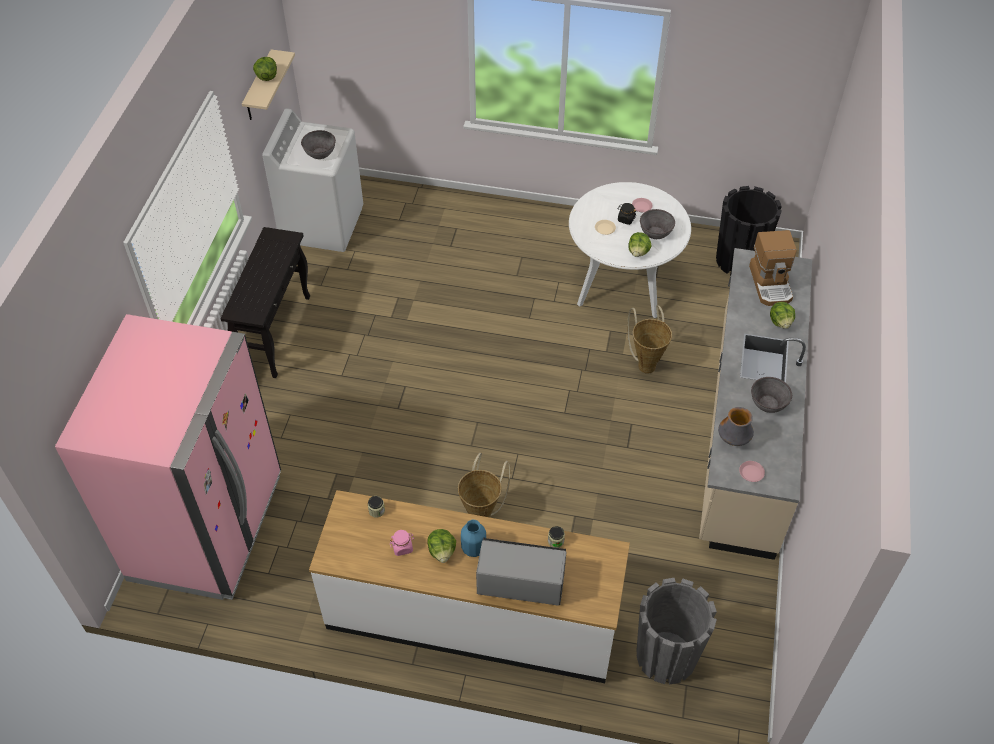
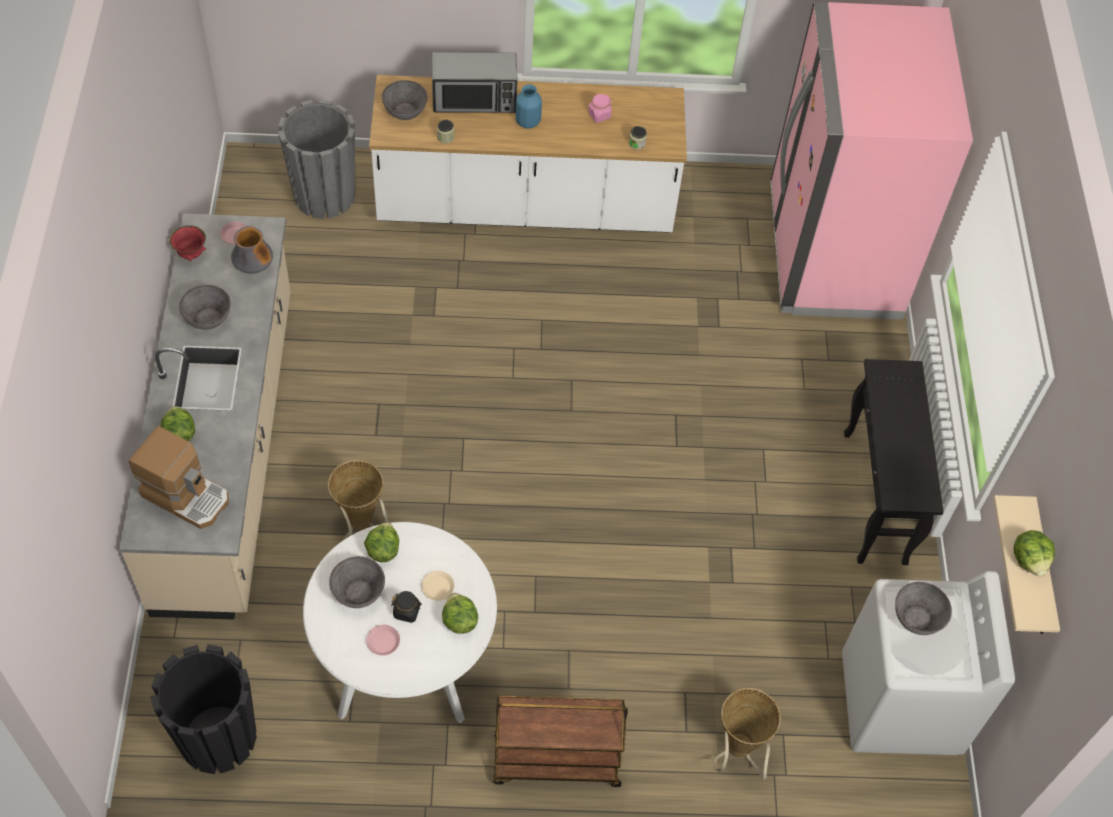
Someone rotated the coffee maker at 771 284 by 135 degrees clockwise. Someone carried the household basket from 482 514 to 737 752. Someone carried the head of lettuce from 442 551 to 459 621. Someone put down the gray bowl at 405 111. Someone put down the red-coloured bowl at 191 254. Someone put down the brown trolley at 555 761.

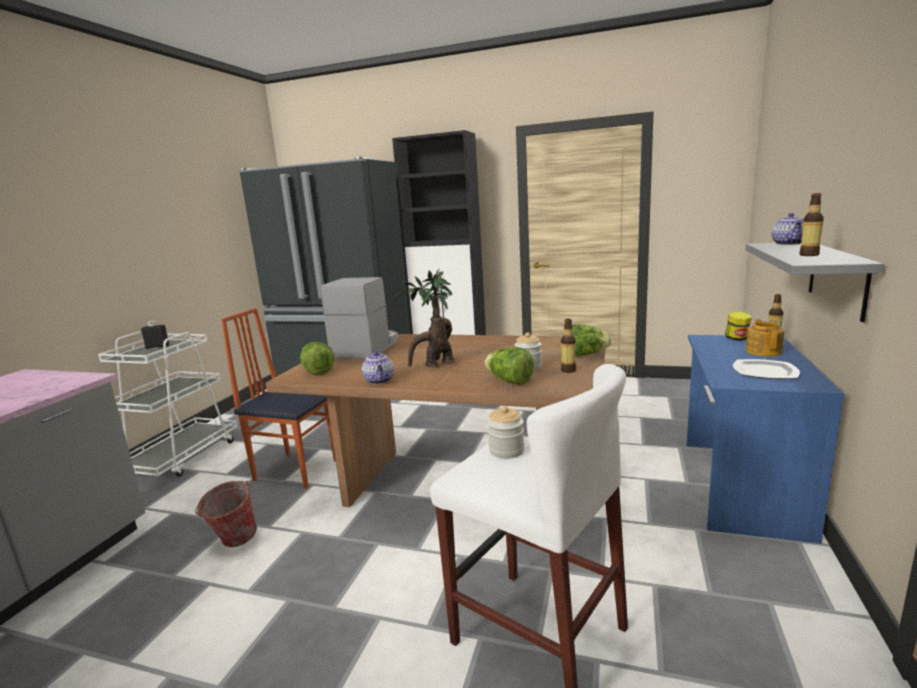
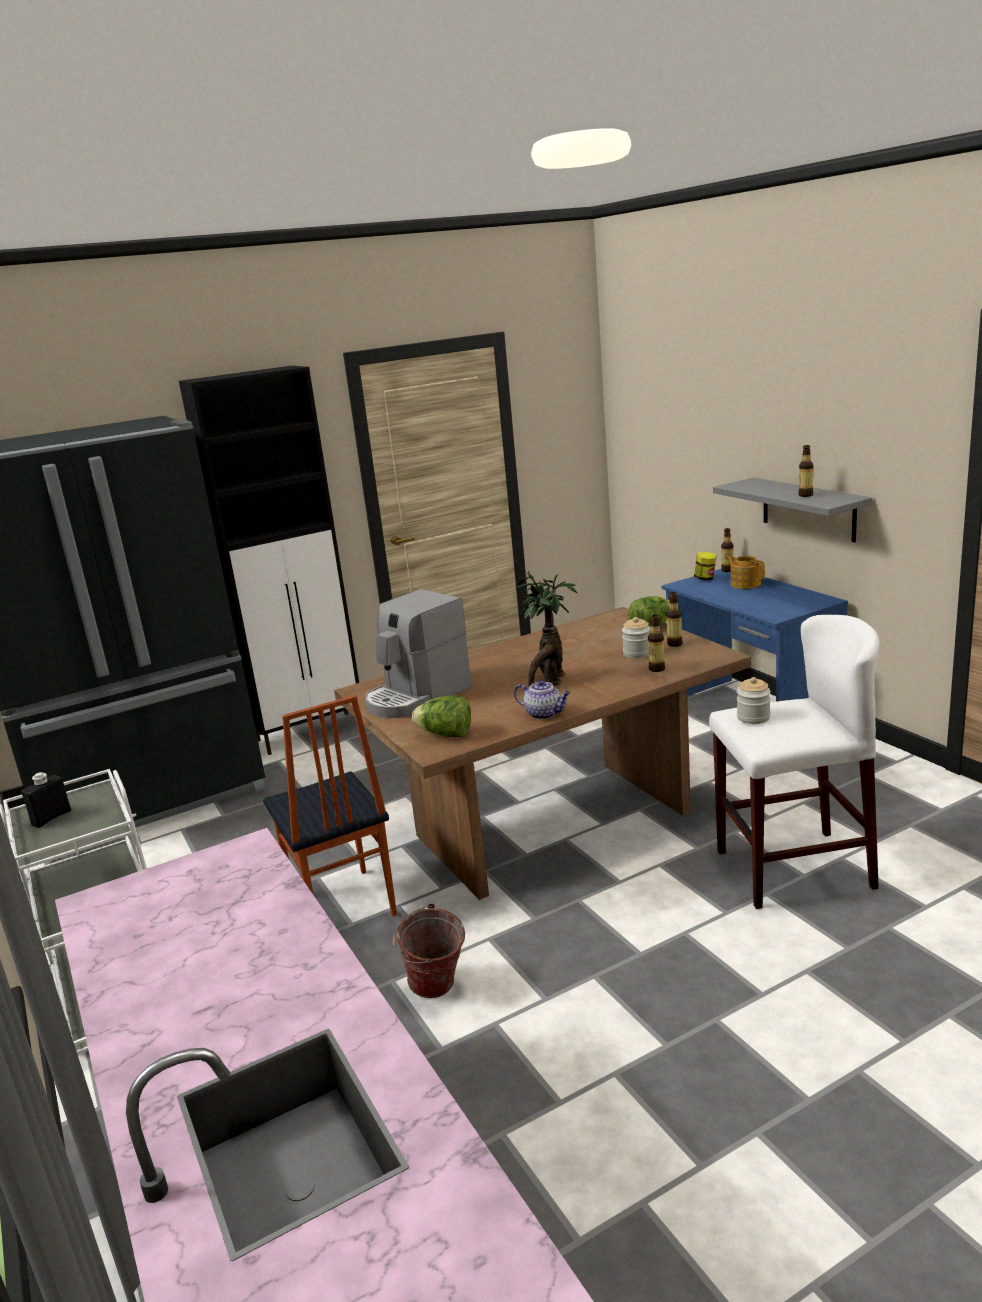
Someone took away the teapot at 789 244. Someone rotated the coffee maker at 367 348 by 105 degrees counterclockwise. Someone rotated the upright chair at 296 469 by 90 degrees counterclockwise. Someone swapped the head of lettuce at 509 381 for the drink bottle at 657 669. Someone took away the plate at 764 371.

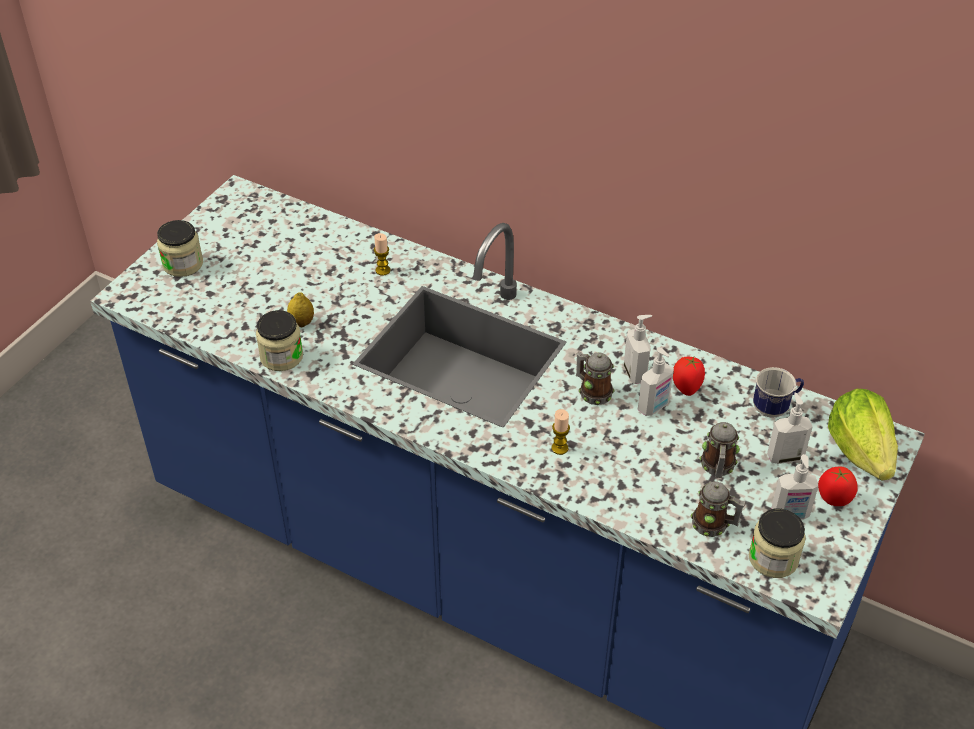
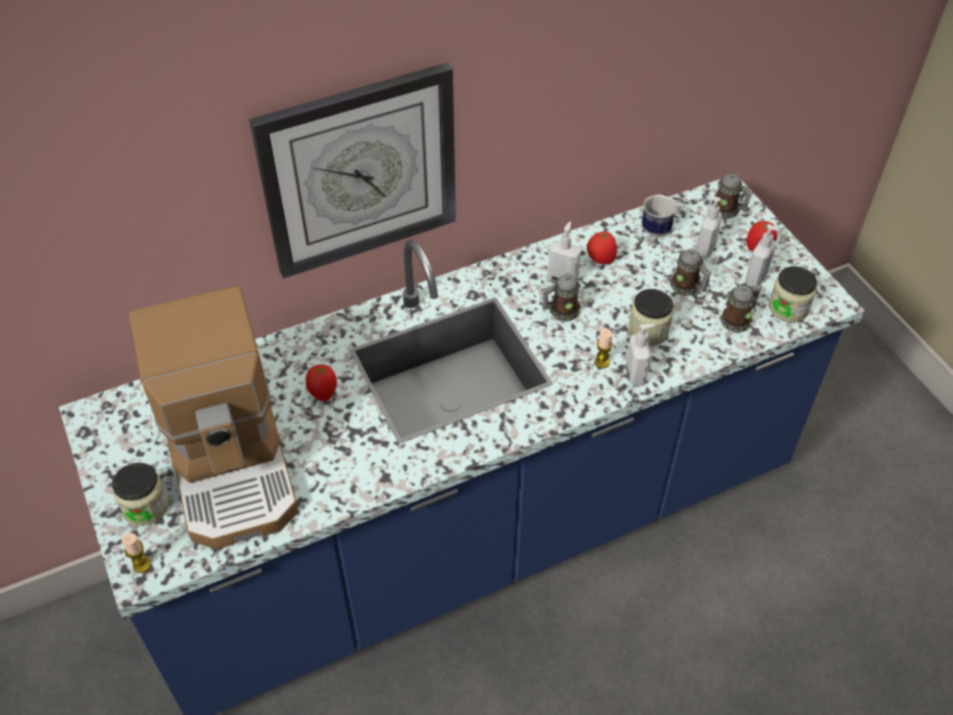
Someone carried the wax candle from 383 270 to 142 565. Someone took away the whole lemon at 302 323. Someone carried the jar from 281 356 to 648 331. Someone carried the soap dispenser from 654 407 to 636 375. Someone swapped the head of lettuce at 860 451 for the tea mug at 728 211. Someone put up the hanging clock at 359 171. Someone put down the coffee maker at 233 462. Someone put down the whole tomato at 323 393.

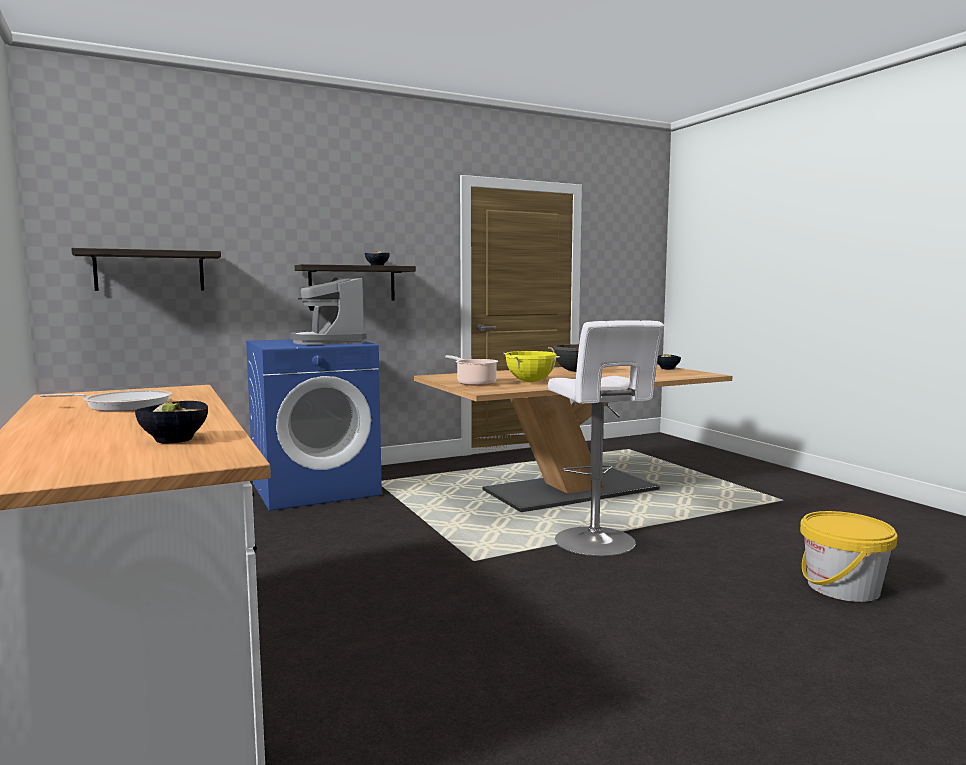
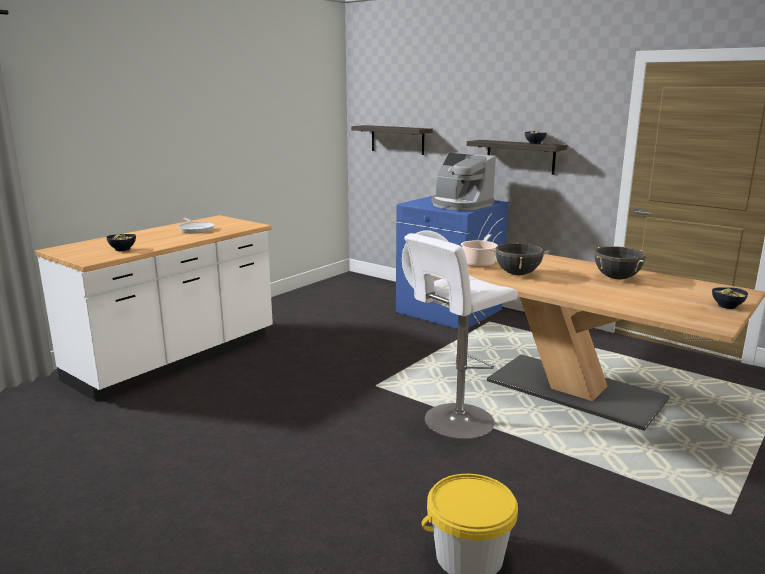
Someone rotated the coffee maker at 329 342 by 90 degrees counterclockwise. Someone repainted the yellowish saucepot at 530 381, which became the black-coloured saucepot at 517 274.

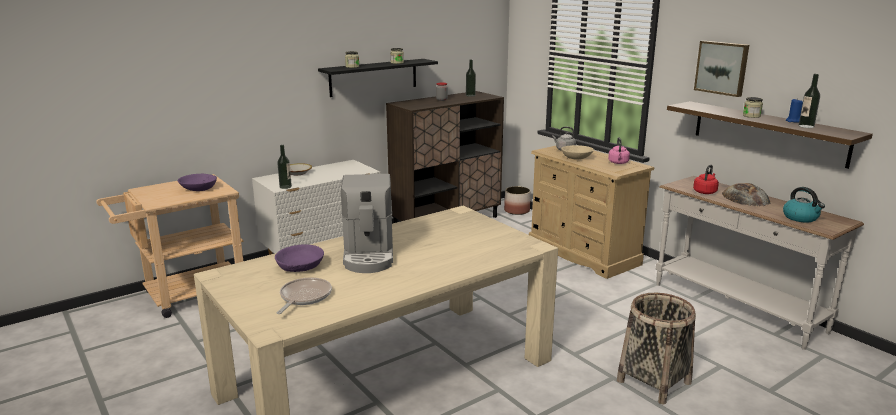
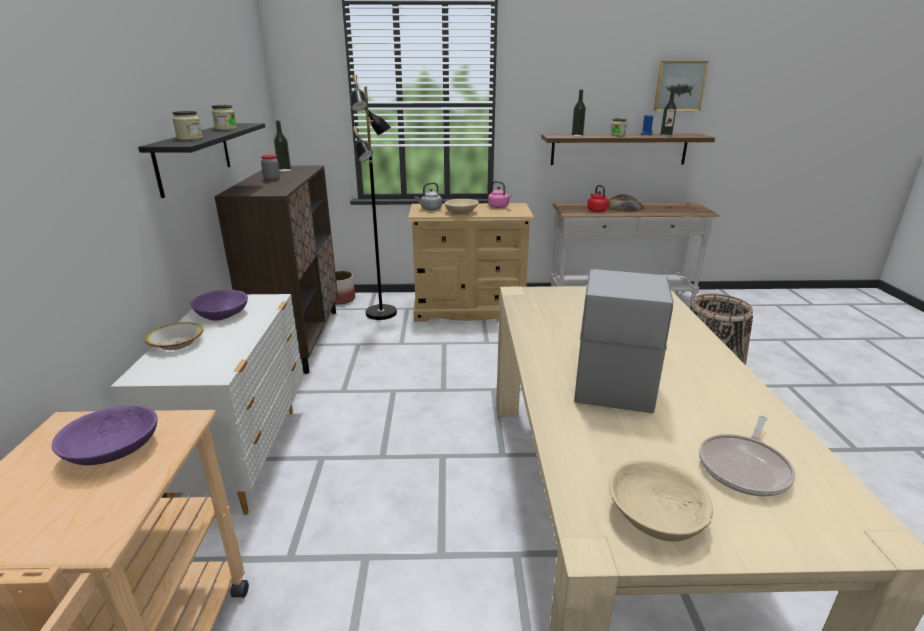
Someone carried the wall art from 722 68 to 679 86. Someone carried the drink bottle from 285 187 to 577 135. Someone rotated the coffee maker at 369 255 by 105 degrees counterclockwise. Someone took away the tea kettle at 801 218. Someone carried the purple-coloured bowl from 300 267 to 222 314. Someone rotated the frying pan at 304 297 by 105 degrees counterclockwise. Someone put down the black-coloured standard lamp at 382 313. Someone put down the beige bowl at 655 515.

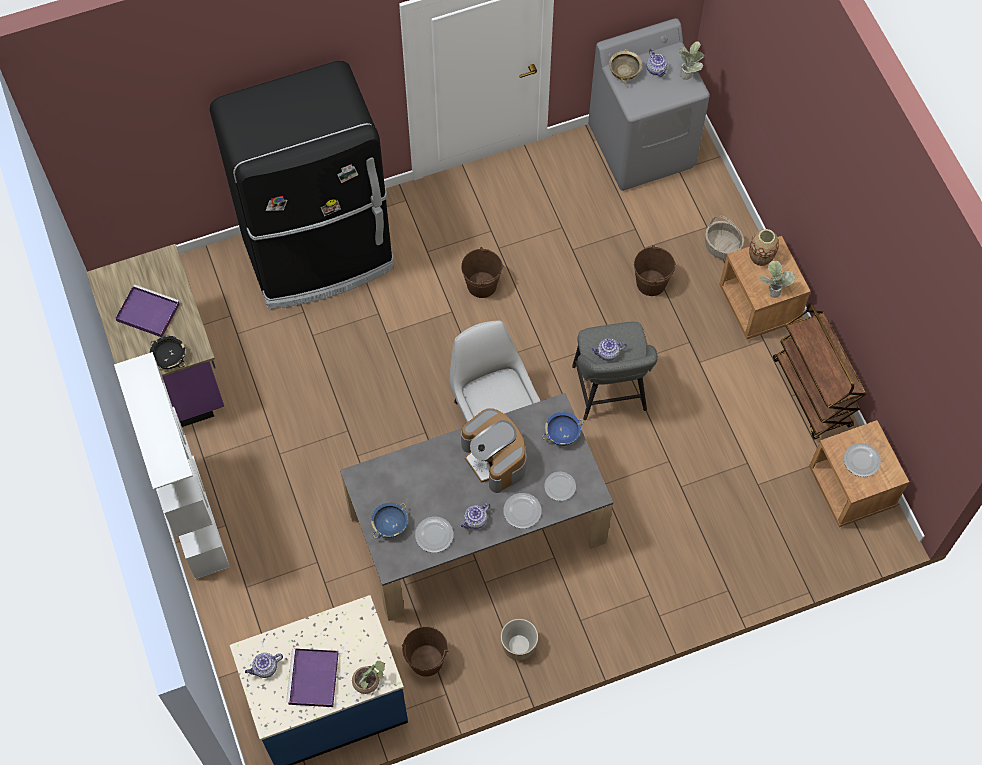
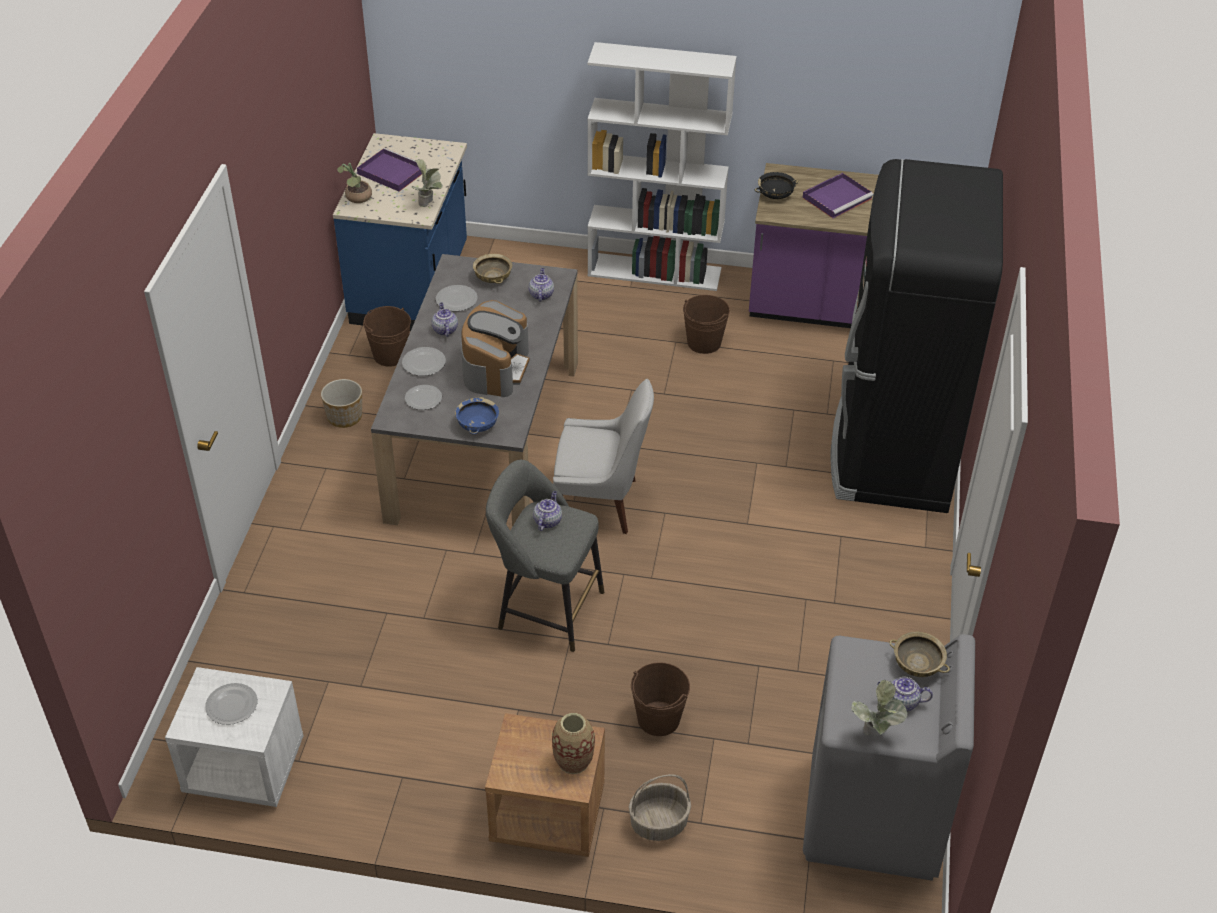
Someone carried the brown pail from 482 285 to 704 342. Someone carried the potted plant from 773 289 to 429 204. Someone took away the brown trolley at 812 393. Someone rotated the coffee maker at 495 458 by 105 degrees clockwise. Someone repainted the brown bedside table at 851 488, which became the whitish bedside table at 243 767. Someone repainted the blue-coloured bowl at 390 525, which became the beige bowl at 493 278. Someone carried the teapot from 265 668 to 541 294.

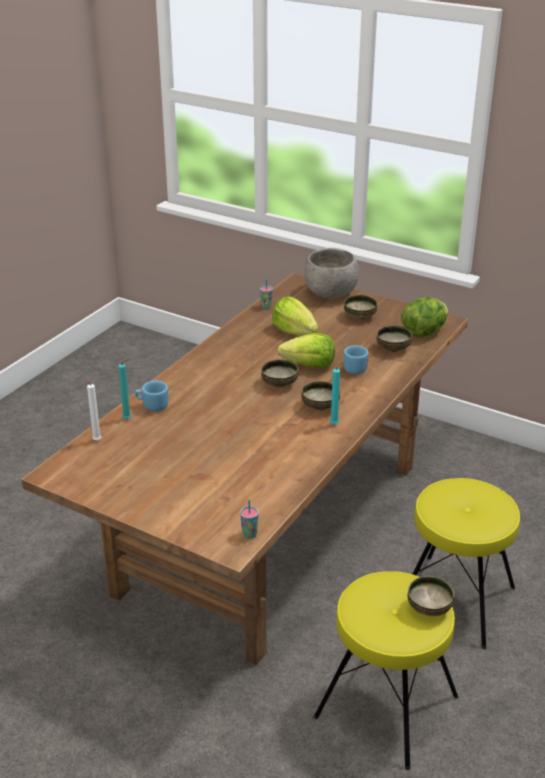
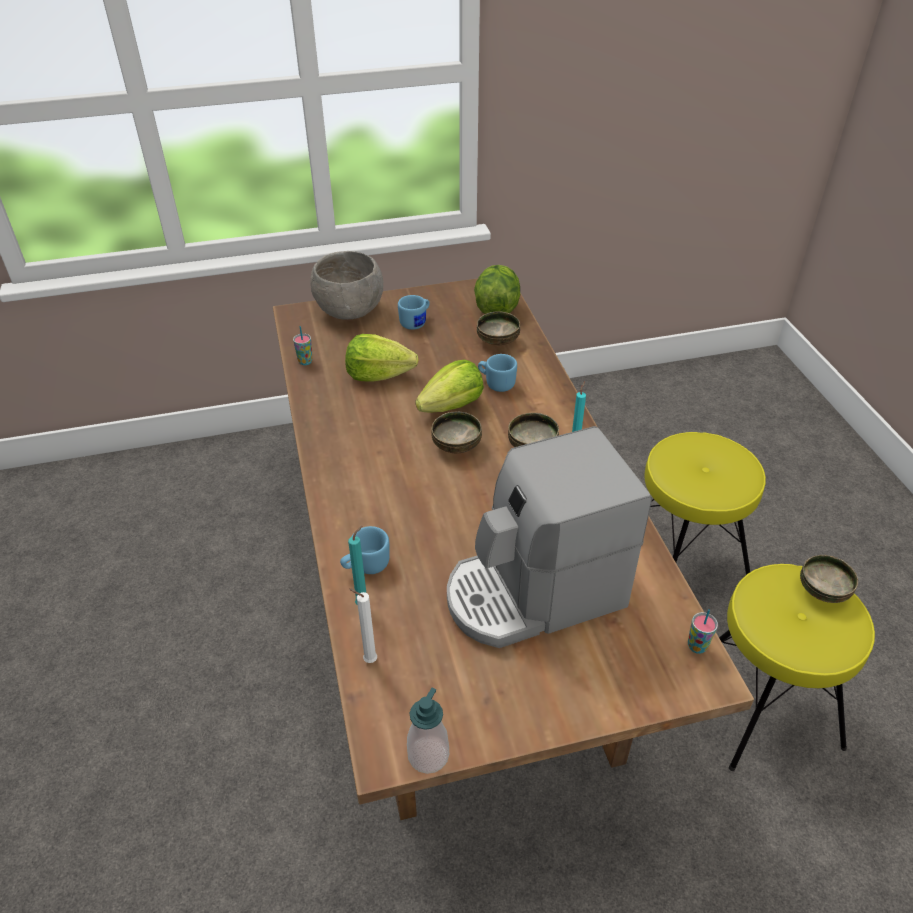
Someone swapped the bowl at 360 316 for the blue-coloured tea mug at 416 322. Someone put down the coffee maker at 534 593. Someone put down the soap dispenser at 428 755.

